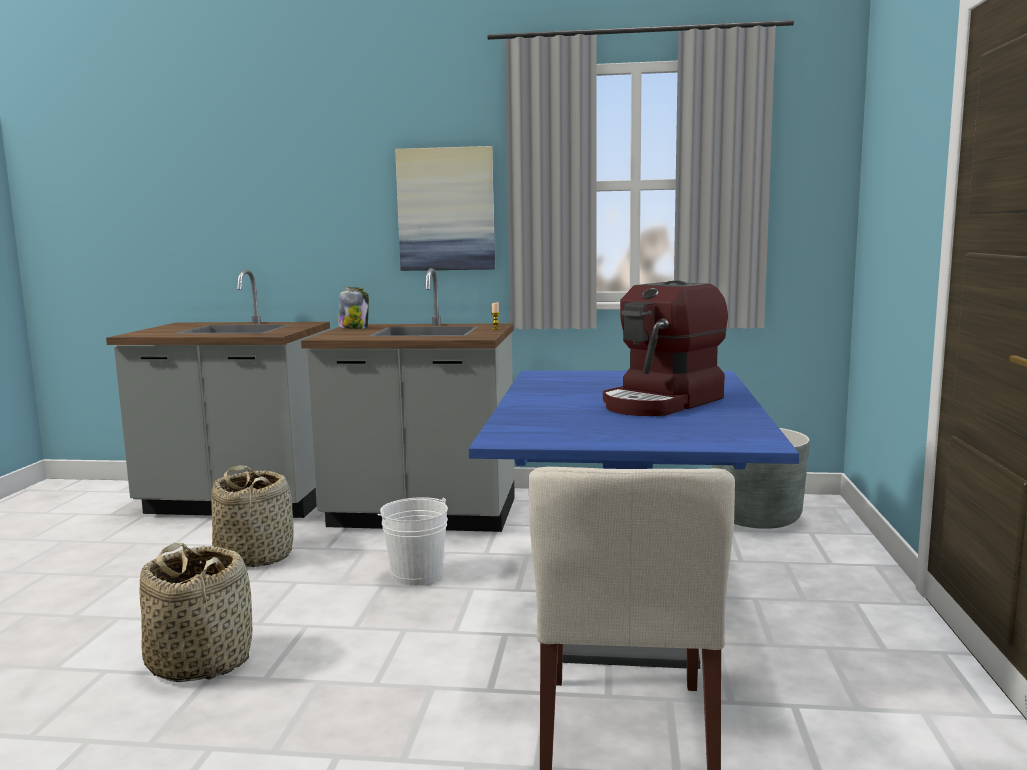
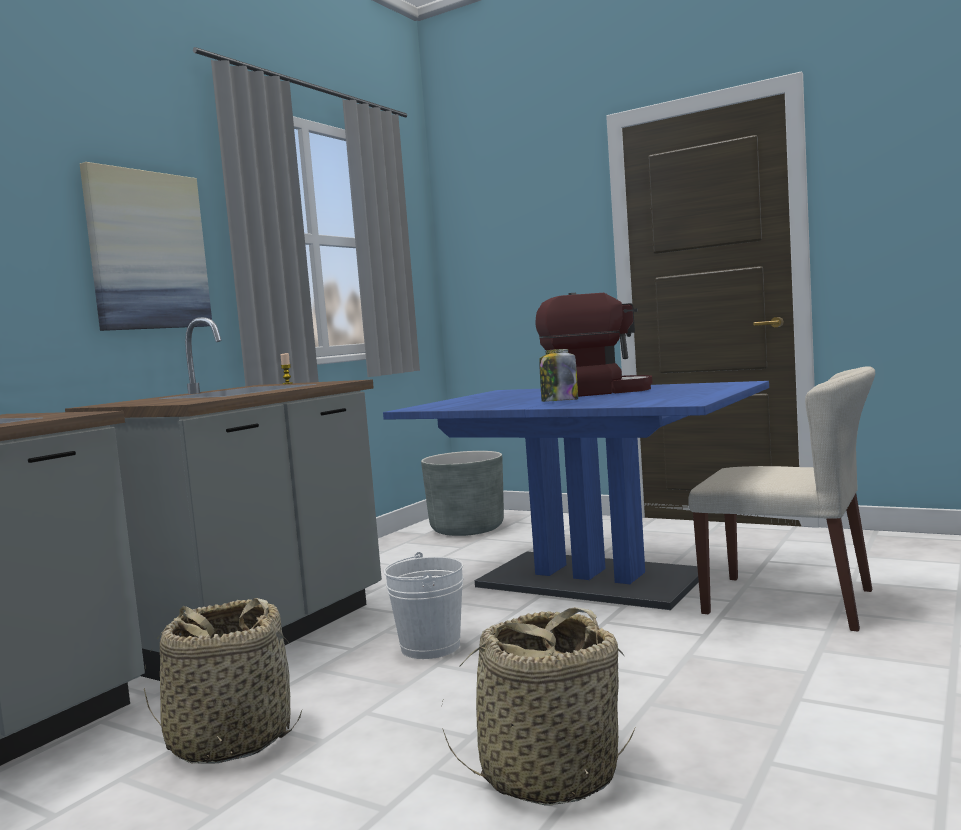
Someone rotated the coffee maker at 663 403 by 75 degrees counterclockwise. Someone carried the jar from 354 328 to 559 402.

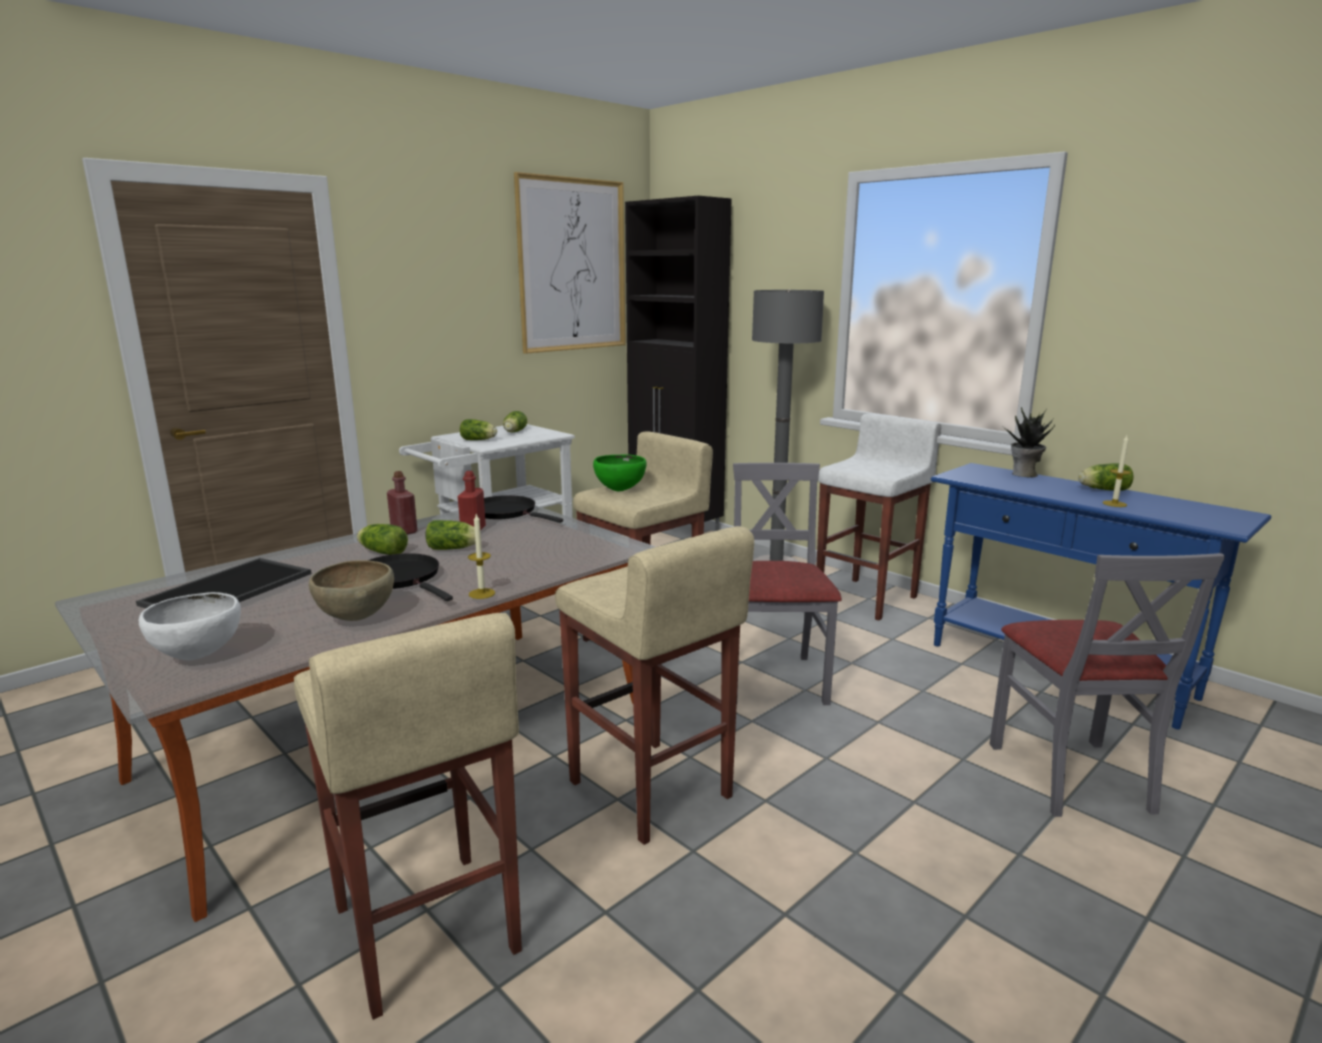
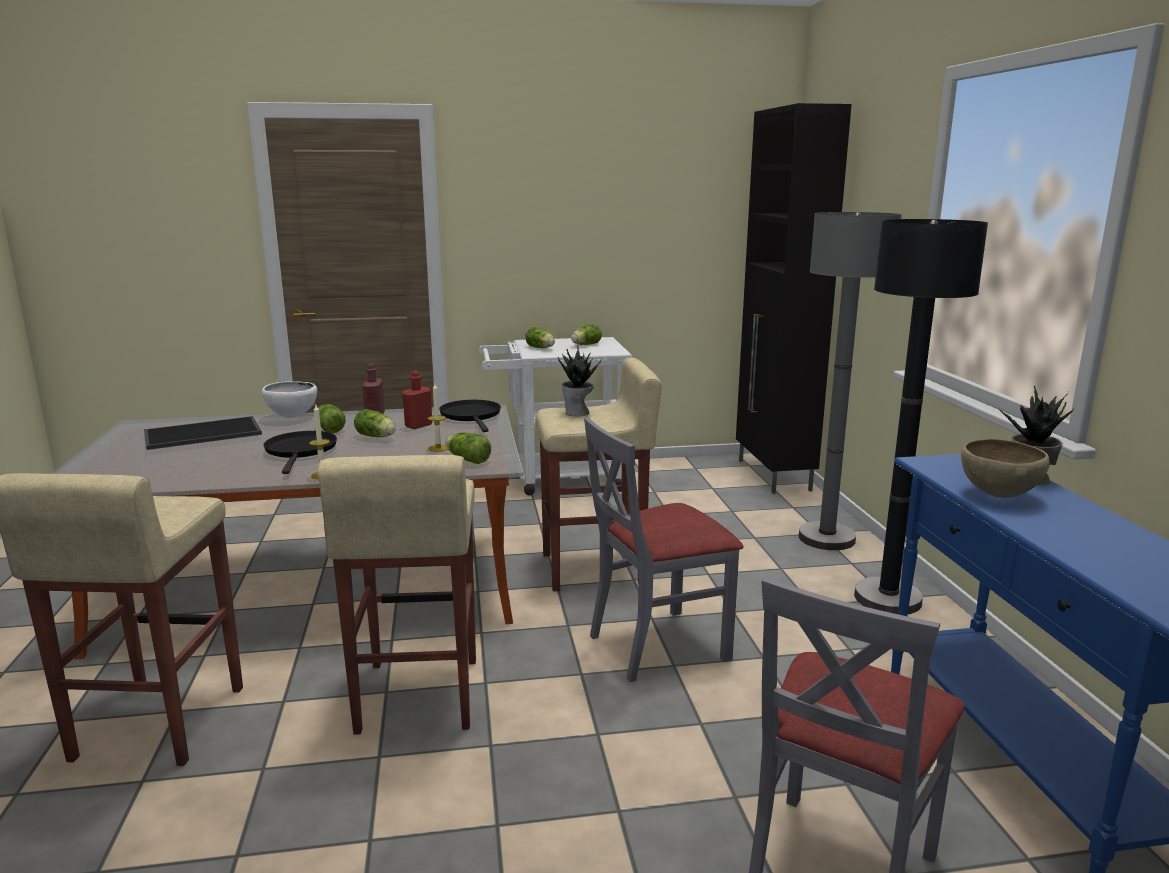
Someone took away the wall art at 572 265. Someone swapped the whitish stool seat at 868 598 for the black-coloured standard lamp at 887 599. Someone carried the wax candle from 1114 504 to 438 448. Someone swapped the greenish bowl at 620 490 for the potted plant at 578 413. Someone rotated the gray upright chair at 774 679 by 150 degrees counterclockwise. Someone carried the head of lettuce from 1102 489 to 467 459. Someone carried the brown bowl from 356 618 to 998 495. Someone carried the whitish bowl from 199 656 to 292 417.

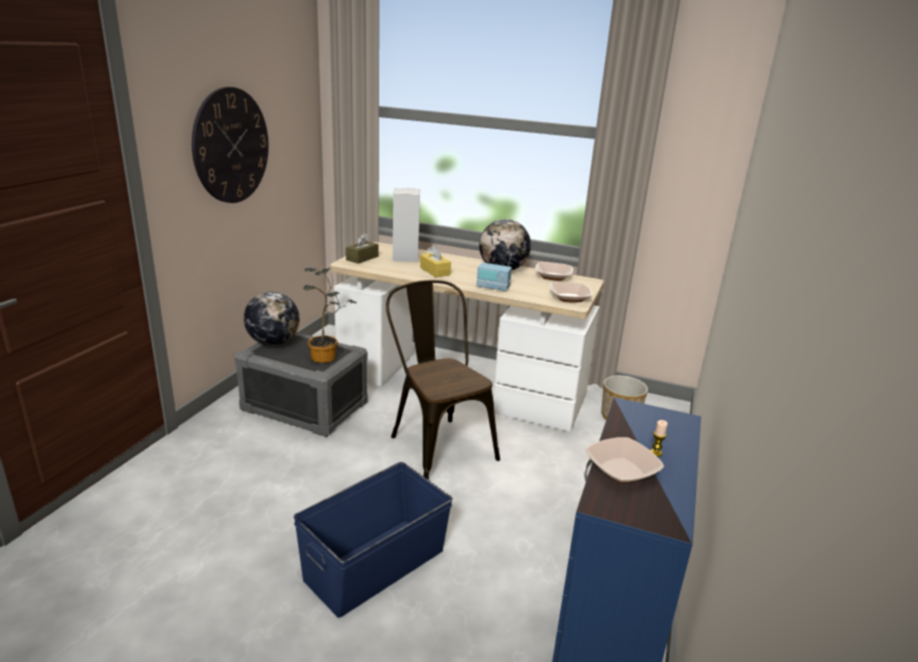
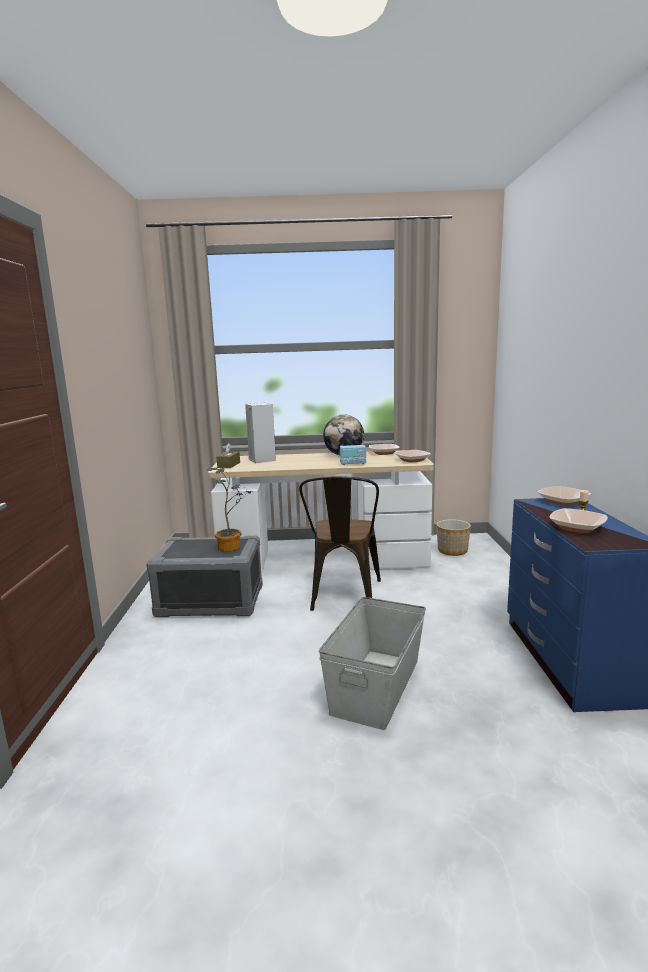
Someone took away the hanging clock at 231 146. Someone took away the yellowish tissue holder at 435 271. Someone rotated the brown upright chair at 437 444 by 120 degrees counterclockwise. Someone took away the globe at 273 342. Someone repainted the blue-coloured storage box at 376 565, which became the gray storage box at 377 686. Someone put down the bowl at 562 502.

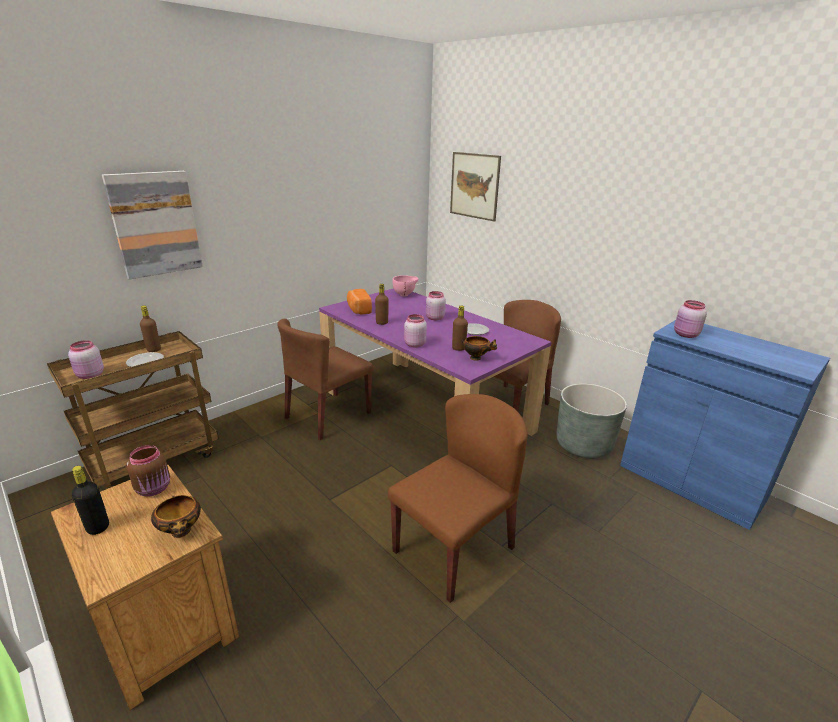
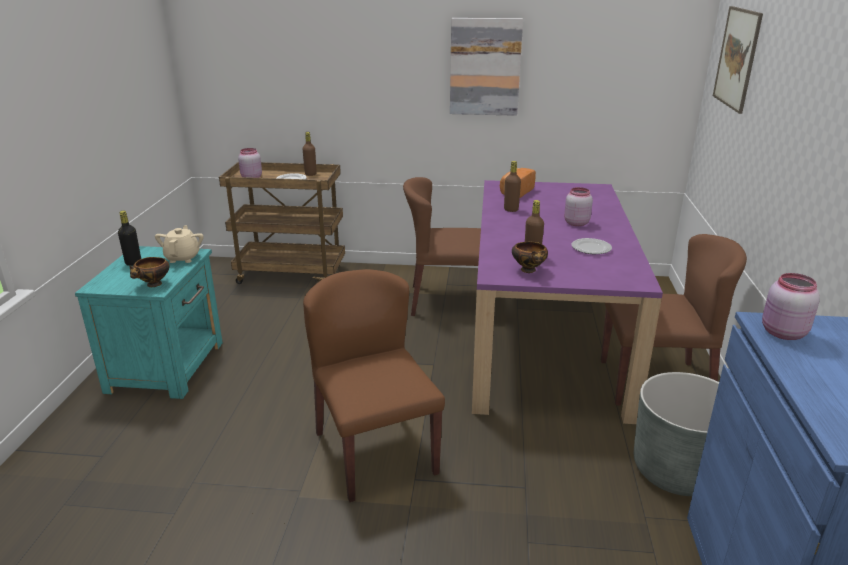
Someone carried the wall art from 155 224 to 485 67. Someone took away the pink-coloured bowl at 405 295. Someone took away the pink-coloured jar at 414 344. Someone rotated the brown upright chair at 454 548 by 120 degrees counterclockwise. Someone swapped the brown jar at 154 488 for the beige teapot at 183 258. Someone repainted the brown bedside table at 165 622, which became the turquoise-coloured bedside table at 168 366.

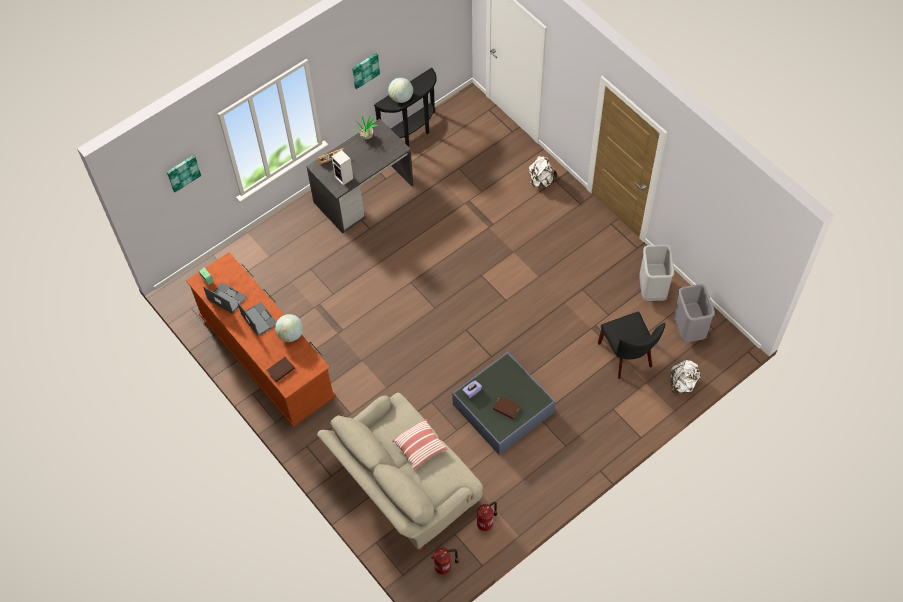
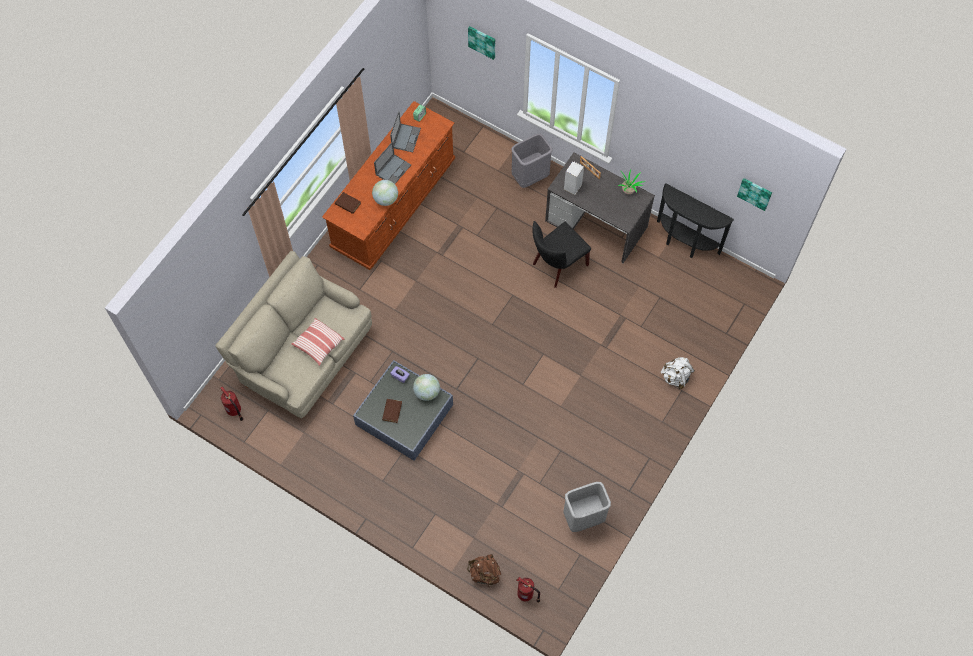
Someone carried the wall art from 365 70 to 755 193. Someone carried the globe from 401 98 to 427 392. Someone carried the gray rubbish bin from 689 330 to 530 178. Someone carried the black-coloured upright chair from 627 357 to 557 266. Someone repainted the whitish backpack at 683 383, which became the brown backpack at 484 573. Someone carried the extinguisher from 486 523 to 526 595.

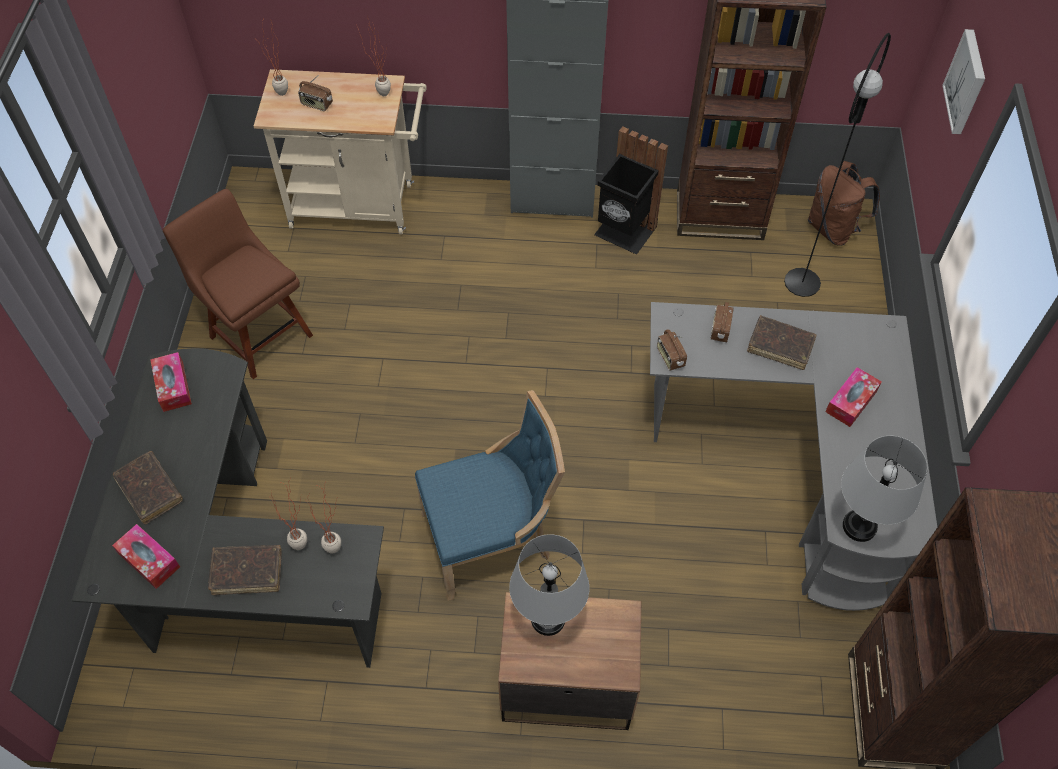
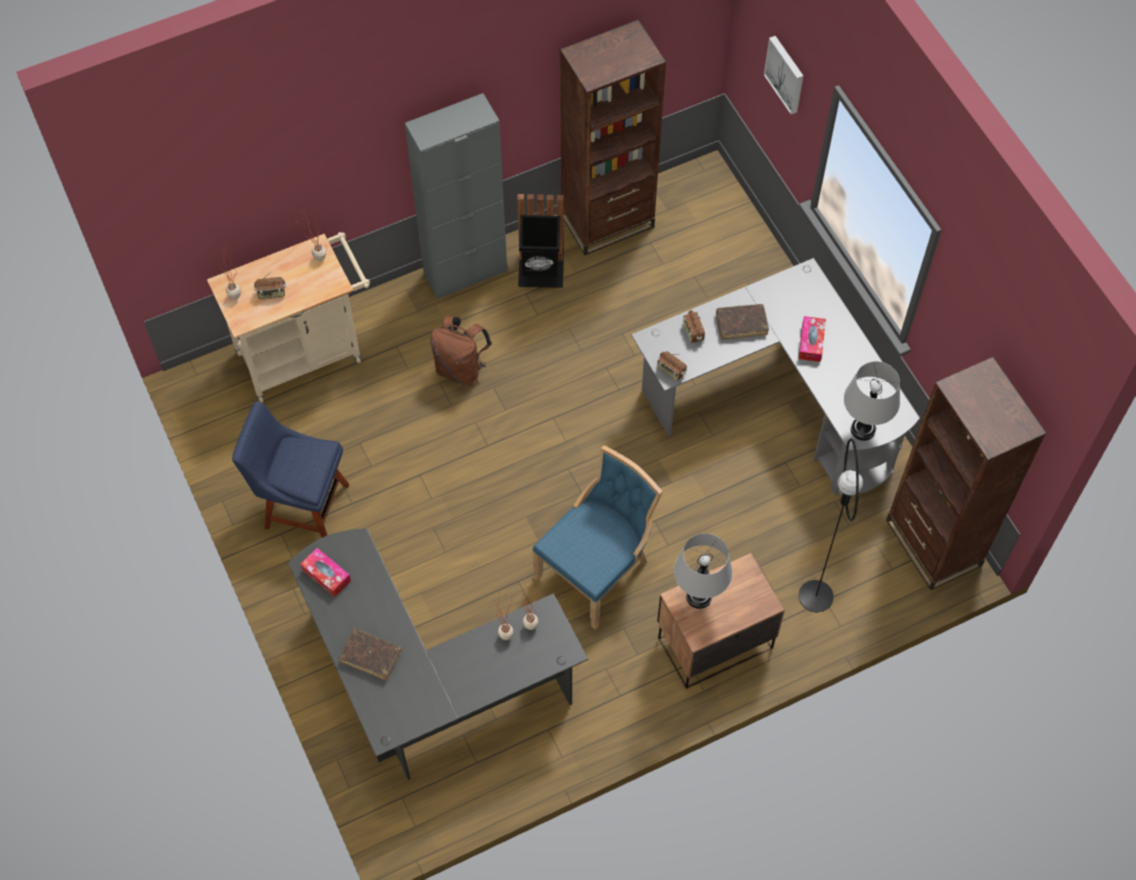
Someone carried the black-coloured standard lamp from 802 282 to 815 596. Someone carried the brown backpack from 833 229 to 461 369. Someone repainted the brown upright chair at 258 333, which became the blue-coloured upright chair at 302 505. Someone took away the tissue holder at 149 560. Someone took away the brown bound book at 247 572.

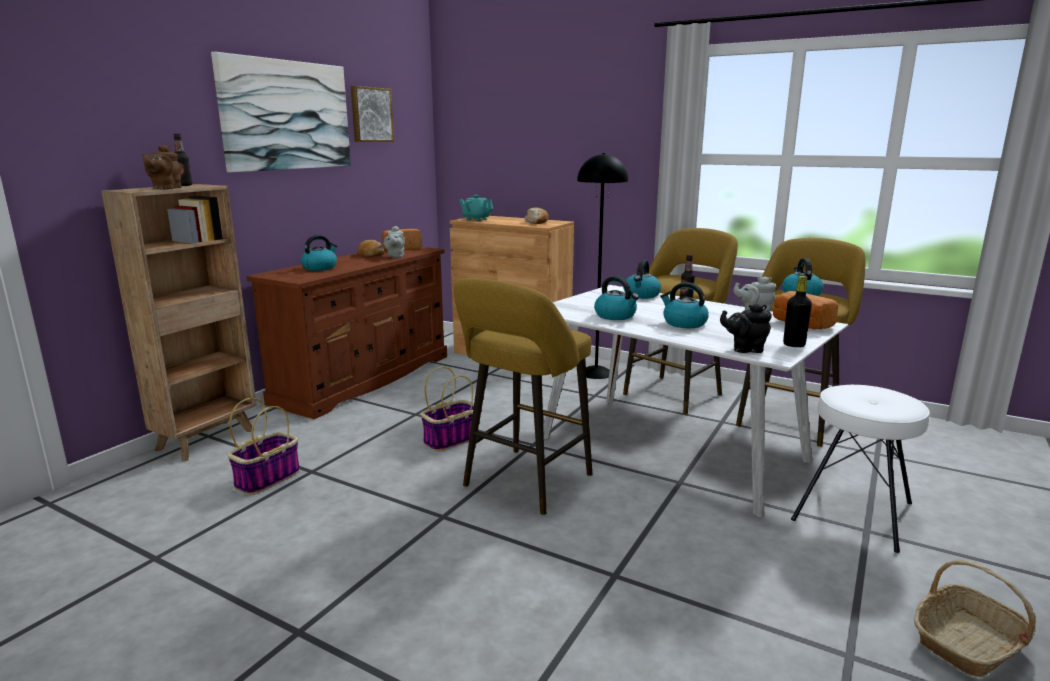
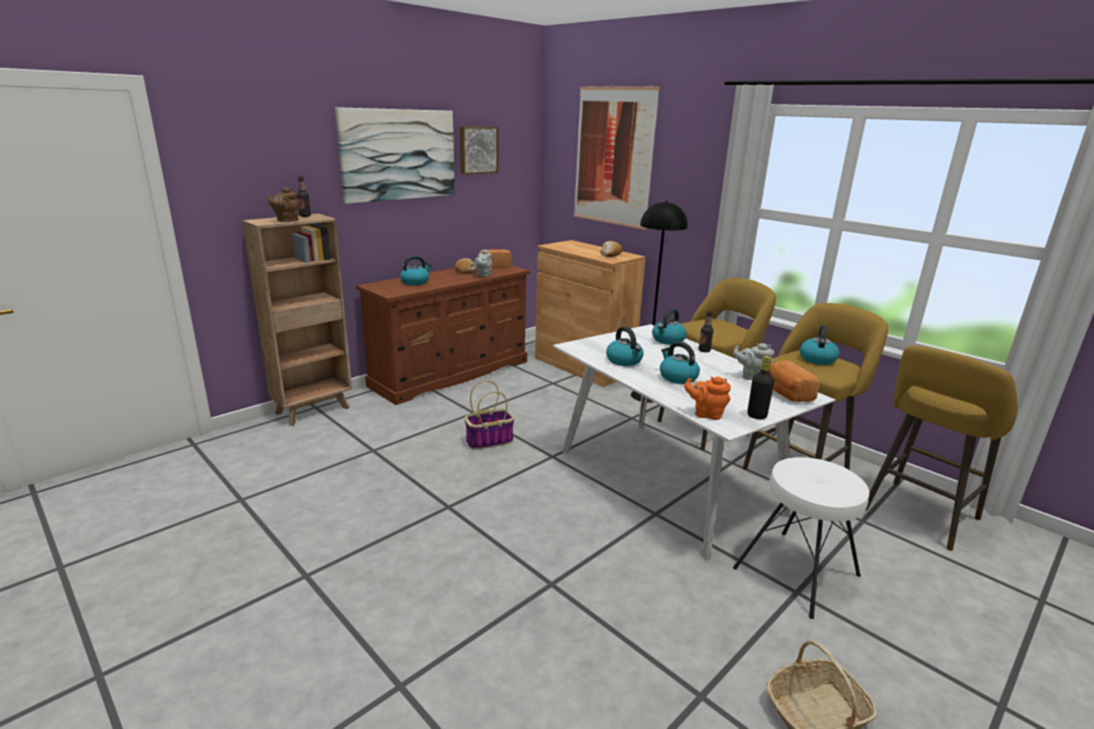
Someone took away the turquoise-coloured teapot at 476 219. Someone carried the yellowish stool seat from 524 483 to 917 516. Someone repainted the black-coloured teapot at 745 349, which became the orangey teapot at 706 414. Someone took away the household basket at 268 478. Someone put up the wall art at 613 156.

